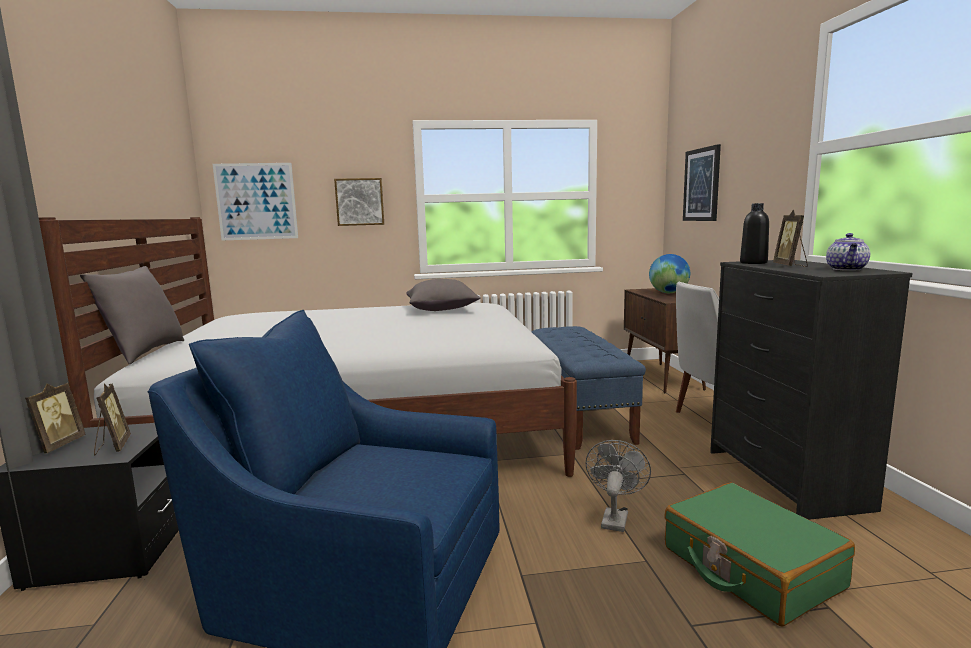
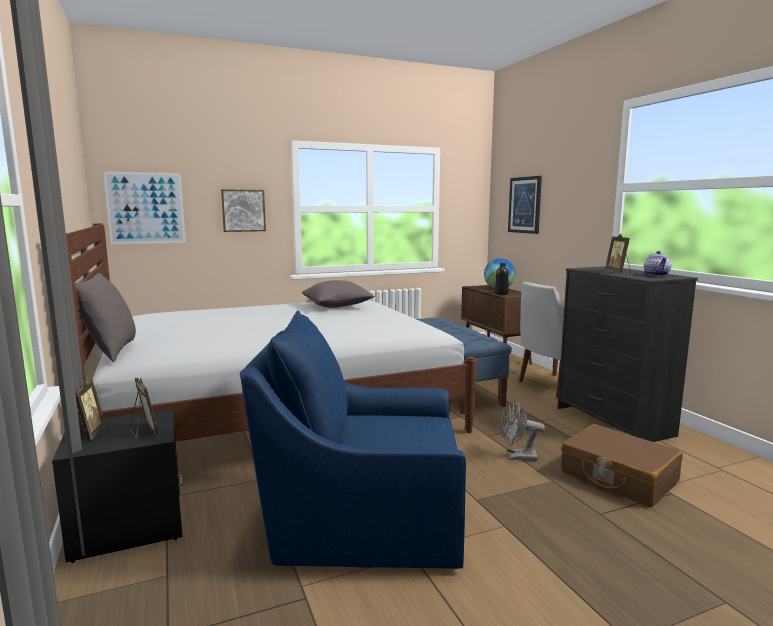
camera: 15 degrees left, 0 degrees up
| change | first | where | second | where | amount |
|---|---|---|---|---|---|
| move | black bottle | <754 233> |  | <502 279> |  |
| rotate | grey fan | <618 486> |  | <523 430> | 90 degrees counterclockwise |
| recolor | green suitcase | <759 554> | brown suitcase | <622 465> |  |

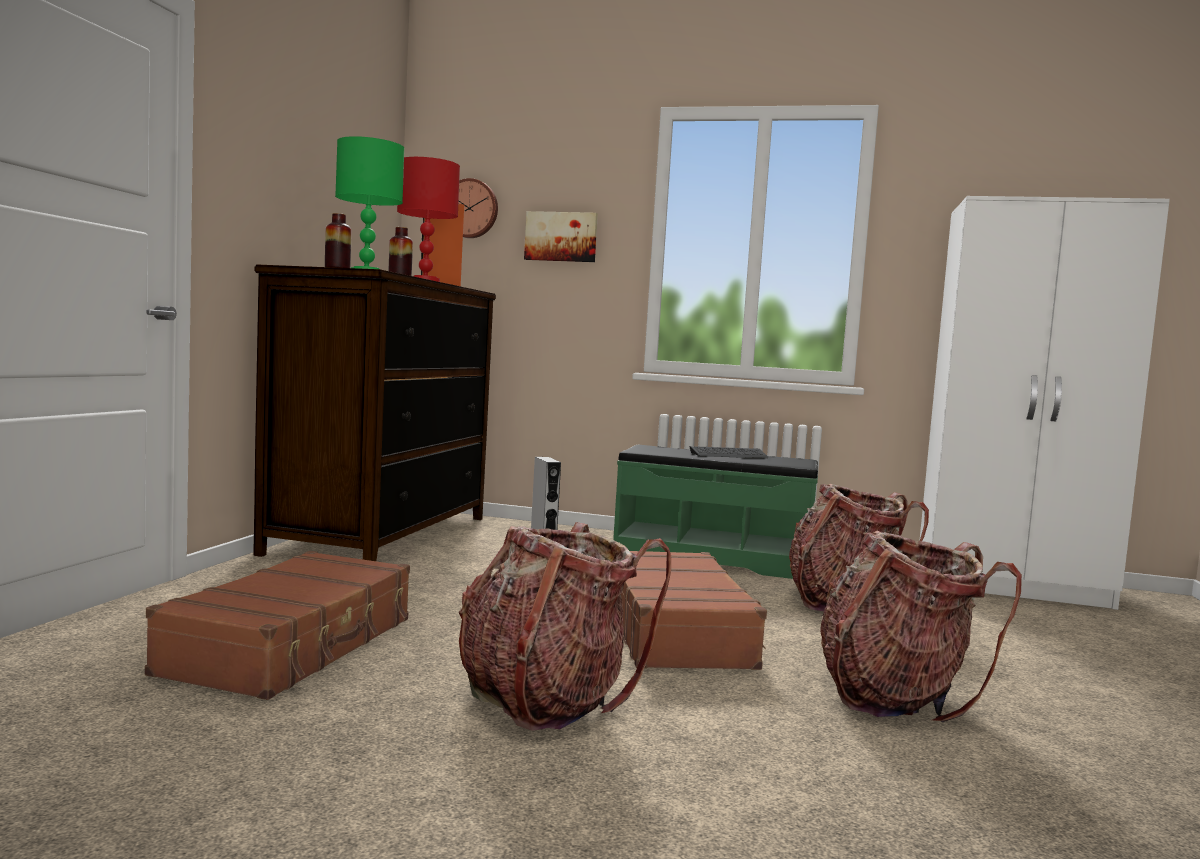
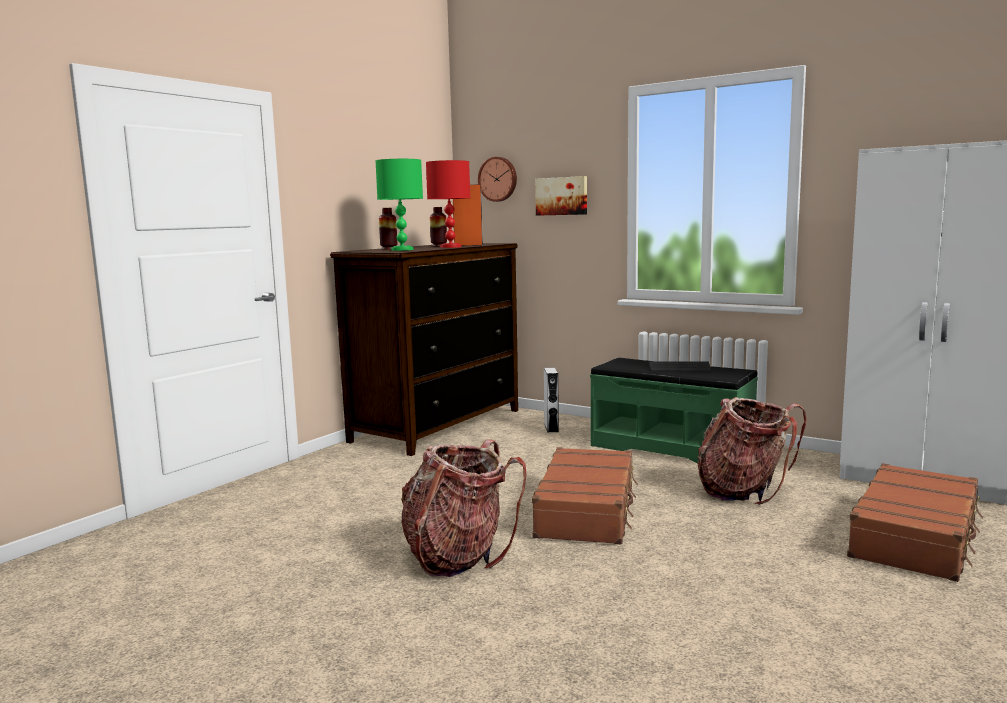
camera: 20 degrees right, 5 degrees up
| change | first | where | second | where | amount |
|---|---|---|---|---|---|
| delete | backpack | <921 627> |  |  |  |
| move | brown suitcase | <277 625> |  | <915 522> |  |

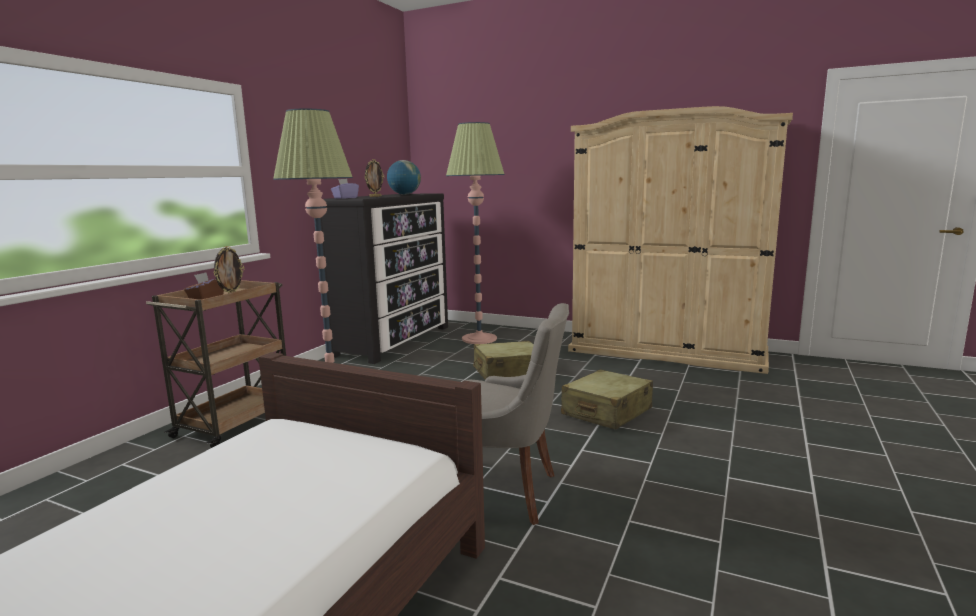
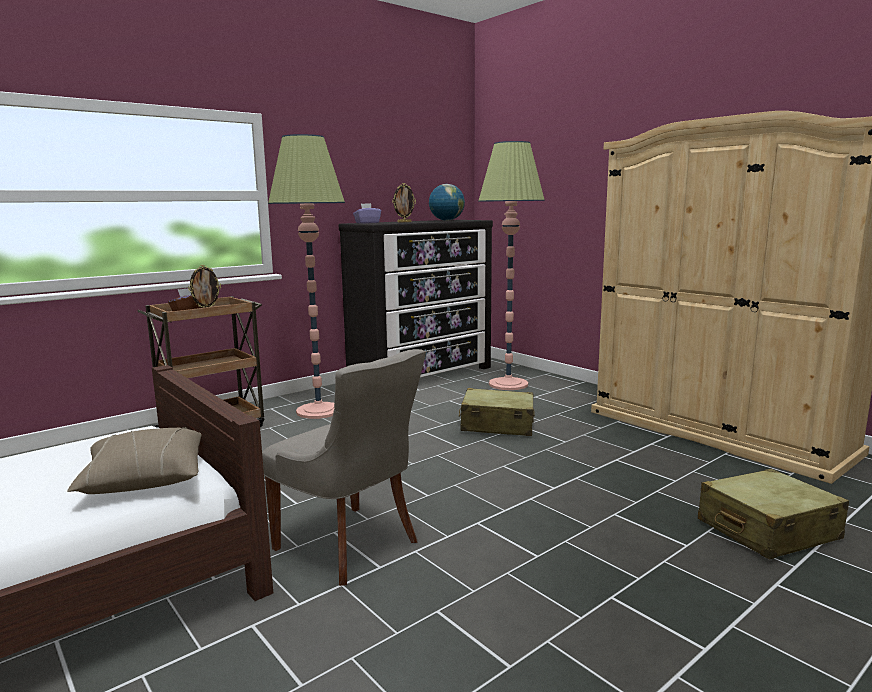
camera: 25 degrees right, 0 degrees up
| change | first | where | second | where | amount |
|---|---|---|---|---|---|
| move | beige suitcase | <607 399> |  | <773 514> |  |
| insert |  |  | beige pillow | <134 460> |  |

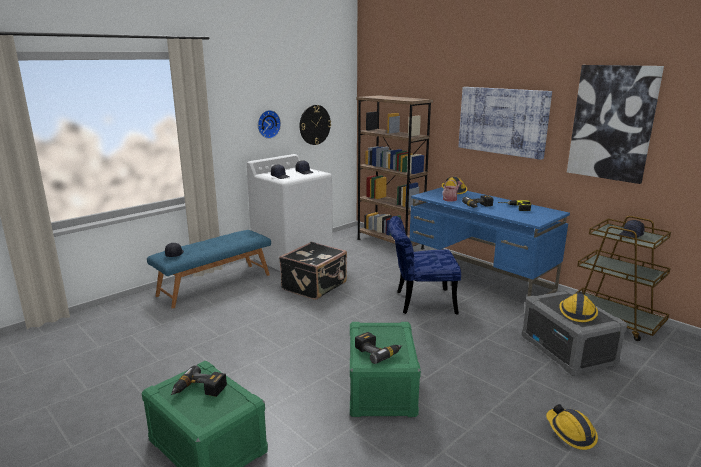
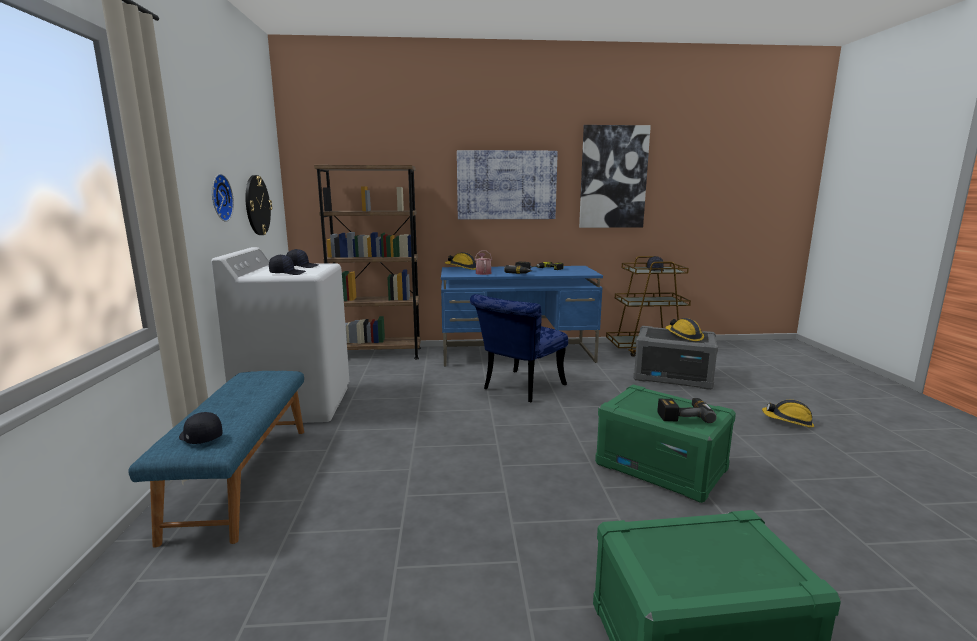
camera: 50 degrees left, 5 degrees down
| change | first | where | second | where | amount |
|---|---|---|---|---|---|
| delete | black suitcase | <313 271> |  |  |  |
| delete | power drill | <199 381> |  |  |  |

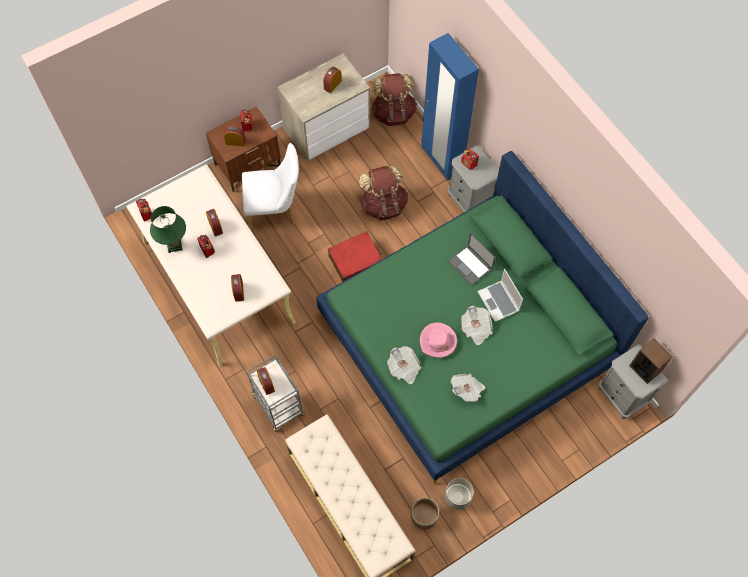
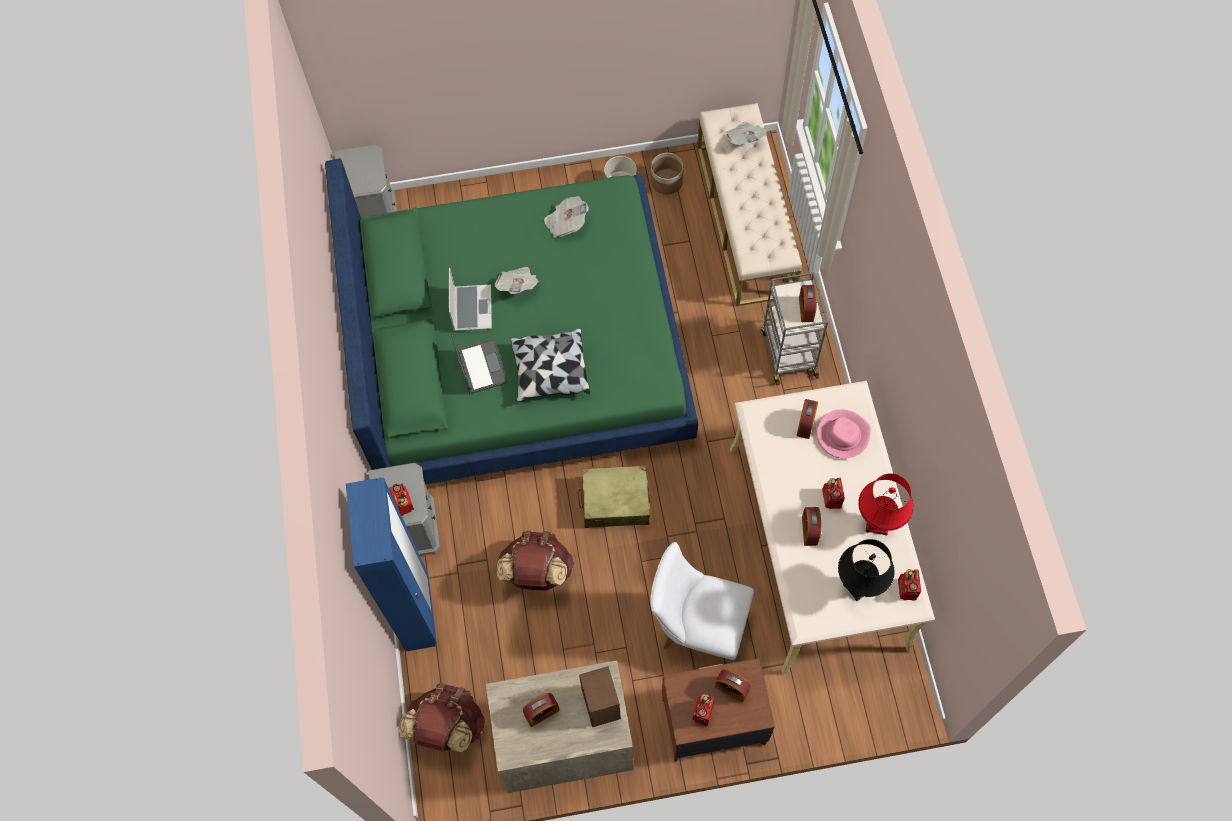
camera: 155 degrees left, 0 degrees up
| change | first | where | second | where | amount |
|---|---|---|---|---|---|
| recolor | green table lamp | <168 229> | red table lamp | <885 504> |  |
| recolor | red suitcase | <355 256> | beige suitcase | <613 496> |  |
| move | pink hat | <438 340> |  | <843 434> |  |
| move | speaker | <650 361> |  | <600 696> |  |
| move | newspaper | <404 365> |  | <746 133> |  |
| insert |  |  | pillow | <550 365> |  |
| insert |  |  | black table lamp | <866 570> |  |

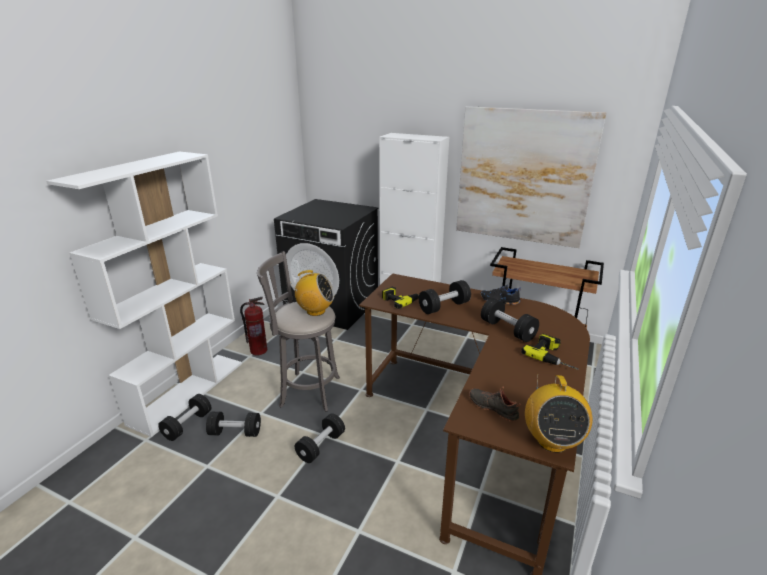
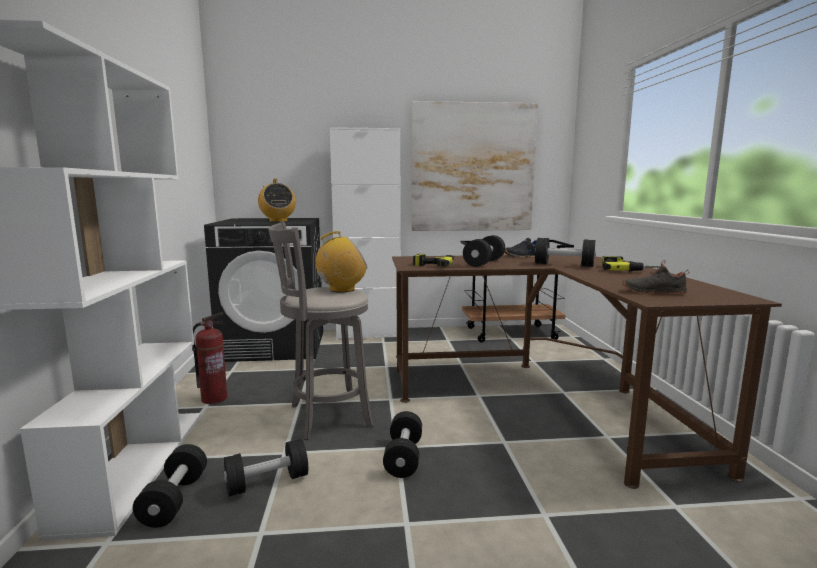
camera: 30 degrees left, 15 degrees down
| change | first | where | second | where | amount |
|---|---|---|---|---|---|
| move | radio | <559 414> |  | <277 200> |  |

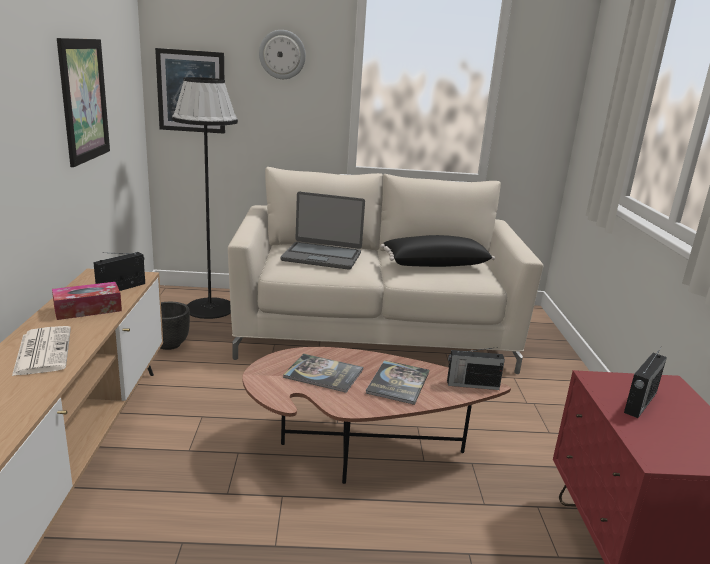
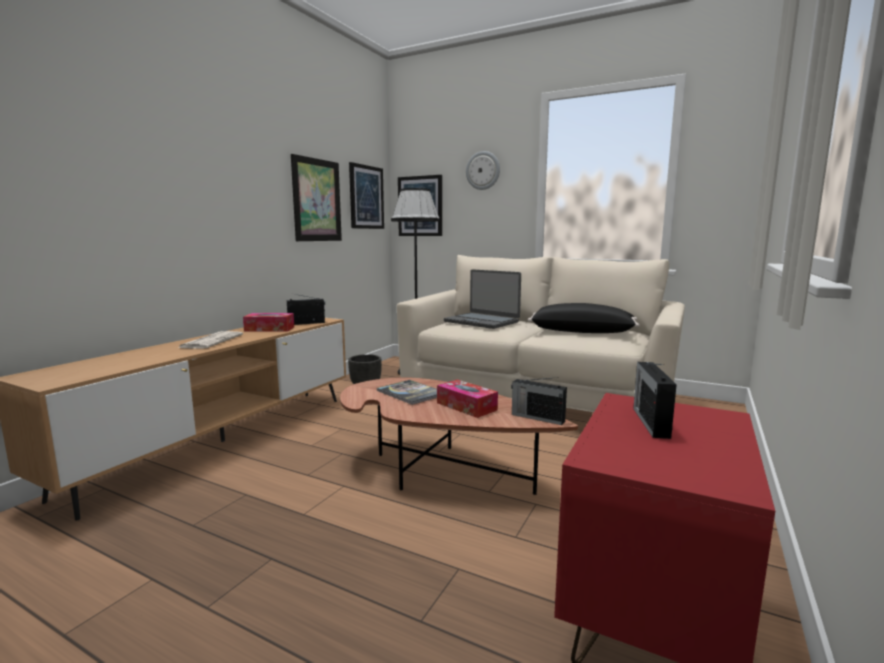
camera: 30 degrees right, 10 degrees down
| change | first | where | second | where | amount |
|---|---|---|---|---|---|
| rotate | radio | <645 383> |  | <655 400> | 120 degrees clockwise |
| replace | book | <397 382> | tissue box | <467 398> |  |
| insert |  |  | picture | <366 195> |  |

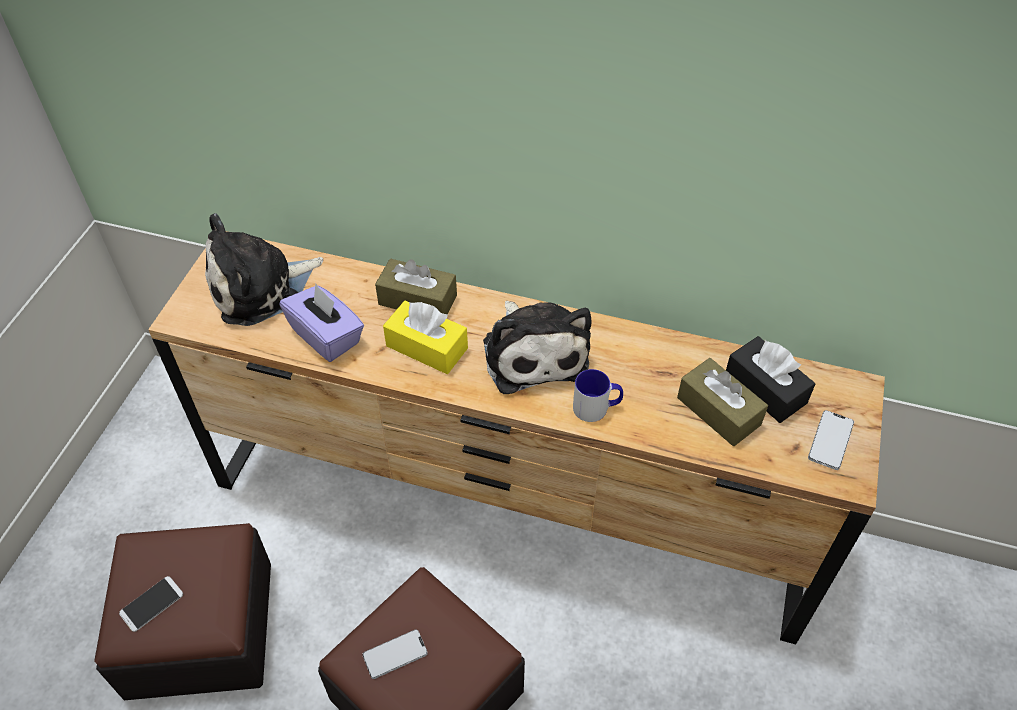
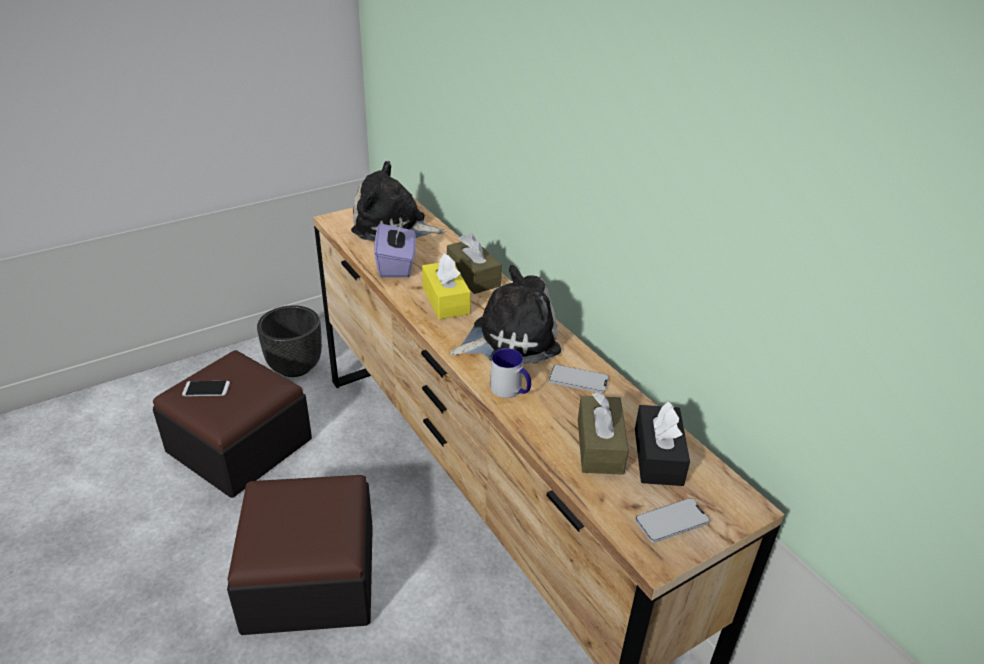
camera: 40 degrees right, 15 degrees down
| change | first | where | second | where | amount |
|---|---|---|---|---|---|
| rotate | plush toy | <537 347> |  | <505 314> | 135 degrees counterclockwise |
| move | phone | <395 654> |  | <579 378> |  |
| insert |  |  | black planter | <289 341> |  |

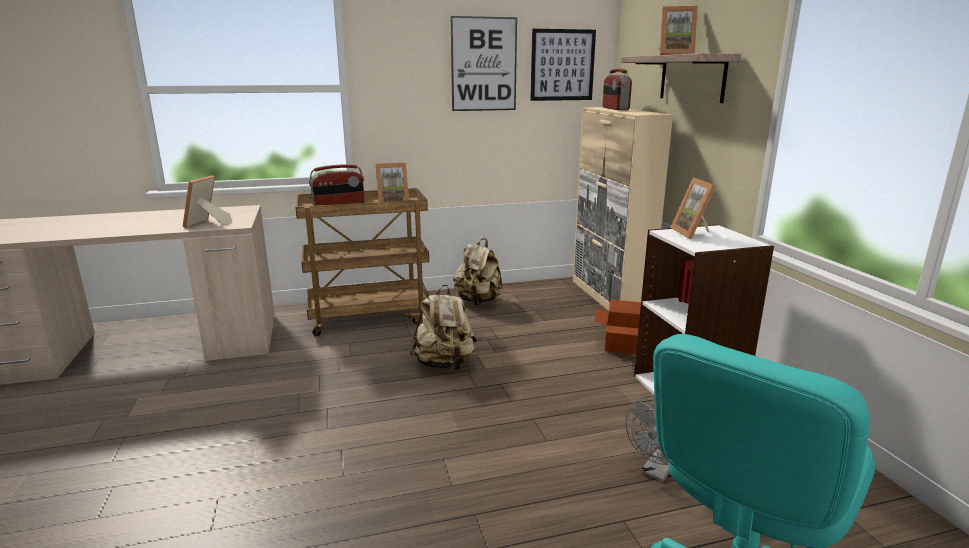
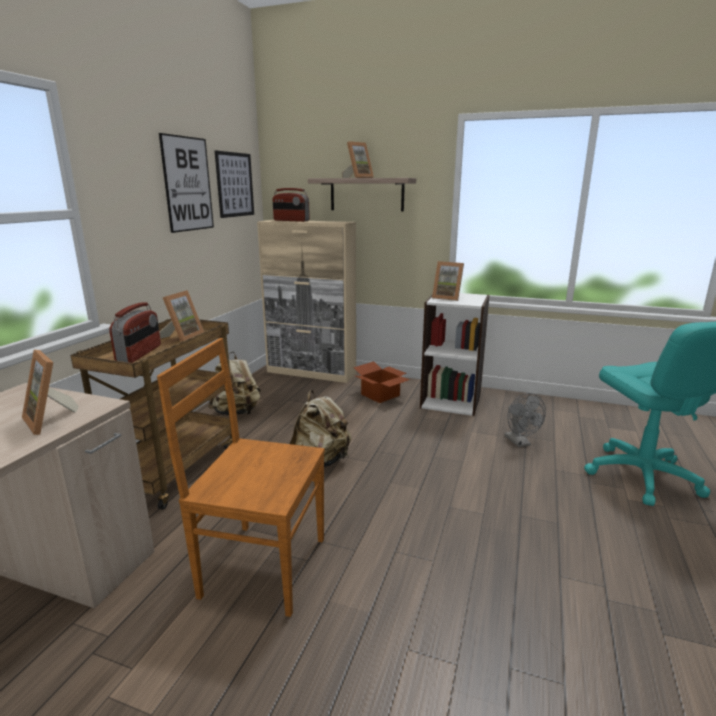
camera: 55 degrees left, 0 degrees up
| change | first | where | second | where | amount |
|---|---|---|---|---|---|
| insert |  |  | brown chair | <241 477> |  |

